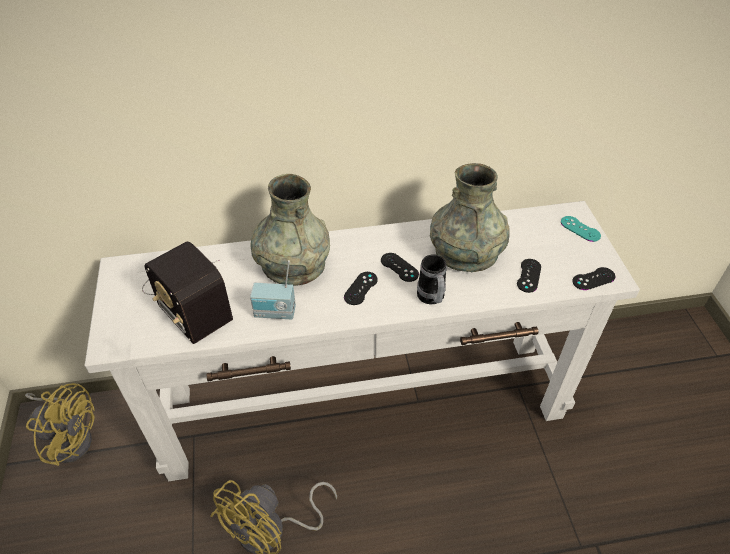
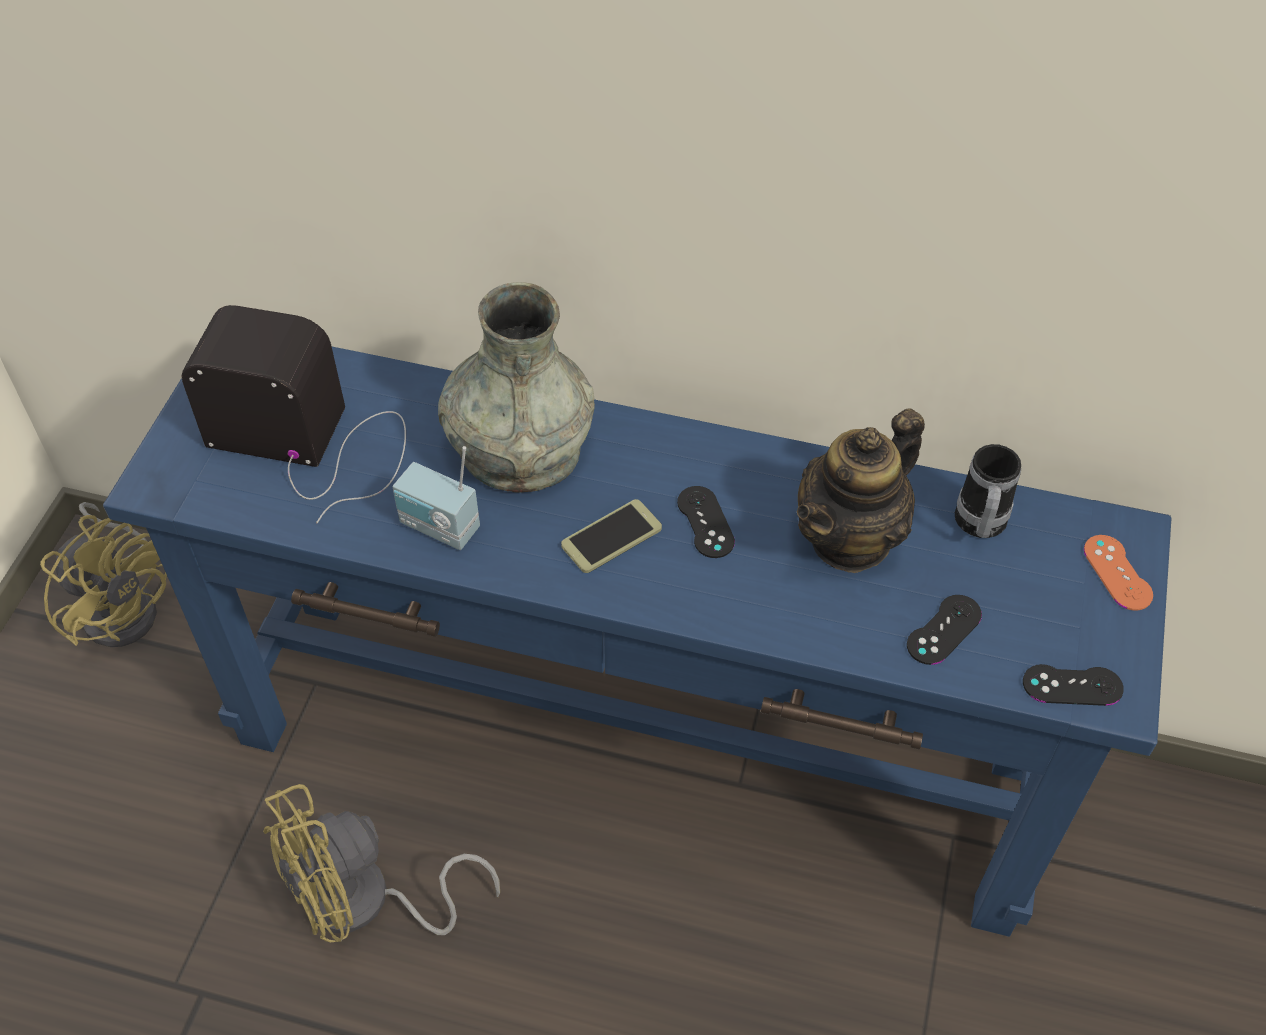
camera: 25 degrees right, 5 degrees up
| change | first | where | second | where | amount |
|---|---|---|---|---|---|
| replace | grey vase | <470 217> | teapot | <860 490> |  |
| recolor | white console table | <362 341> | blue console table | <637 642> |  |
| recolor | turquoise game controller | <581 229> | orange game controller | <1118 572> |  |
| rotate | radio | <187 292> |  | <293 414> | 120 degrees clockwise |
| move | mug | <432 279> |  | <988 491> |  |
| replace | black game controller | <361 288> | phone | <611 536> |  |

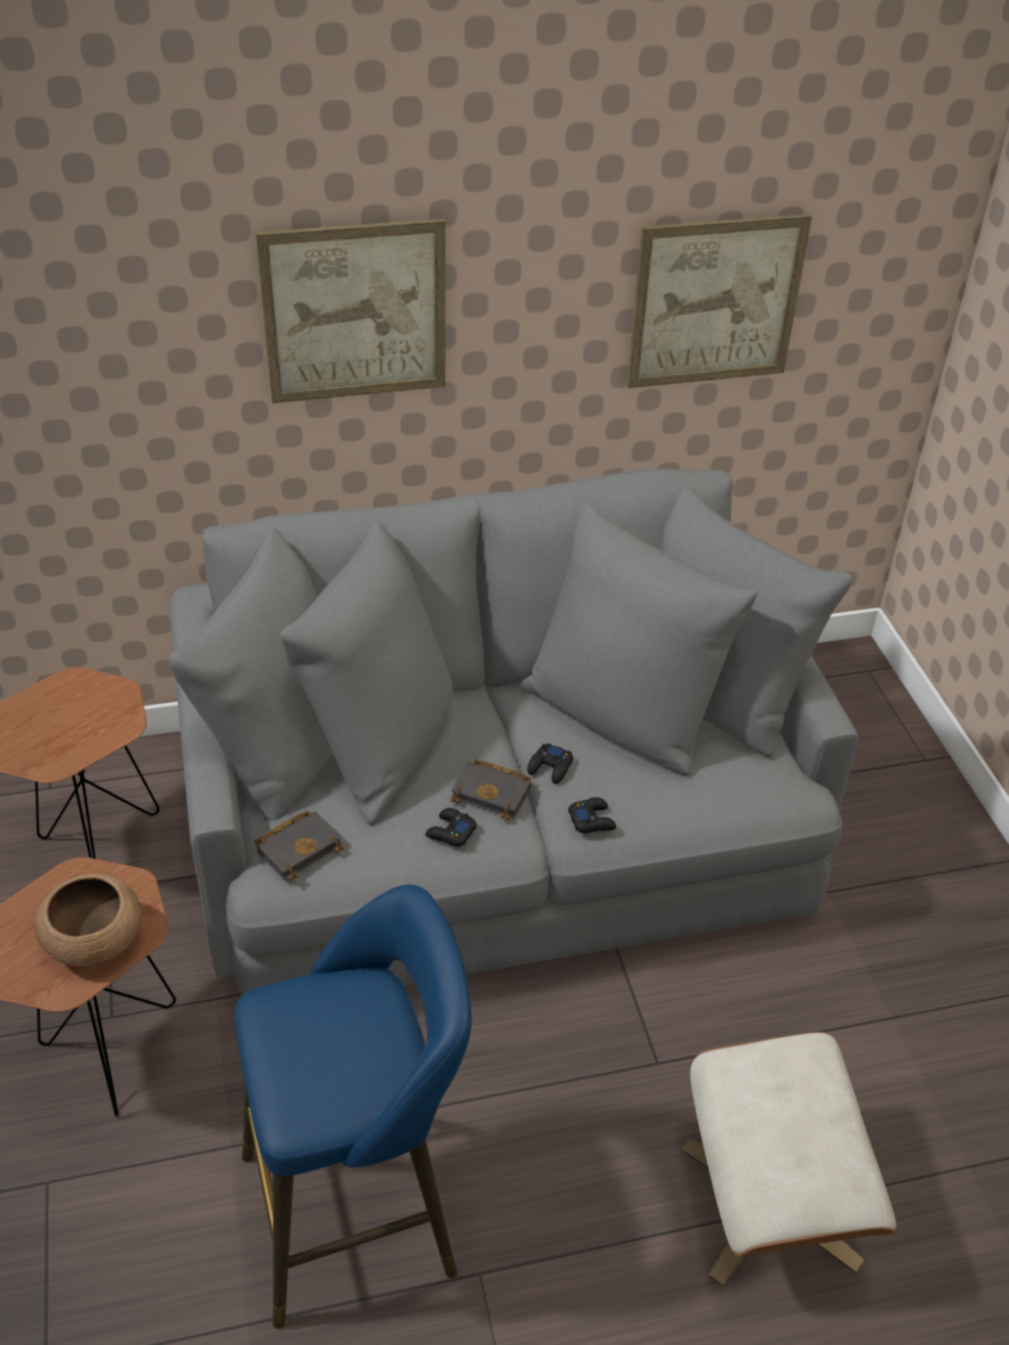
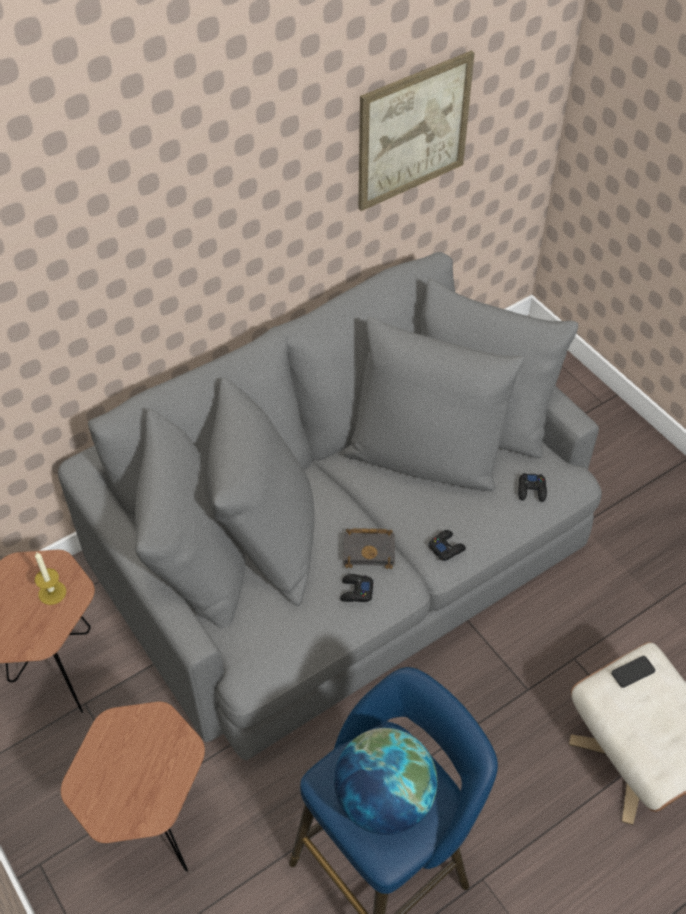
camera: 20 degrees left, 10 degrees up
| change | first | where | second | where | amount |
|---|---|---|---|---|---|
| delete | picture | <350 311> |  |  |  |
| move | black game controller | <550 763> |  | <532 487> |  |
| delete | black book | <299 845> |  |  |  |
| delete | brown bowl | <88 919> |  |  |  |
| insert |  |  | candle | <50 578> |  |
| insert |  |  | phone | <633 672> |  |
| insert |  |  | globe | <386 781> |  |

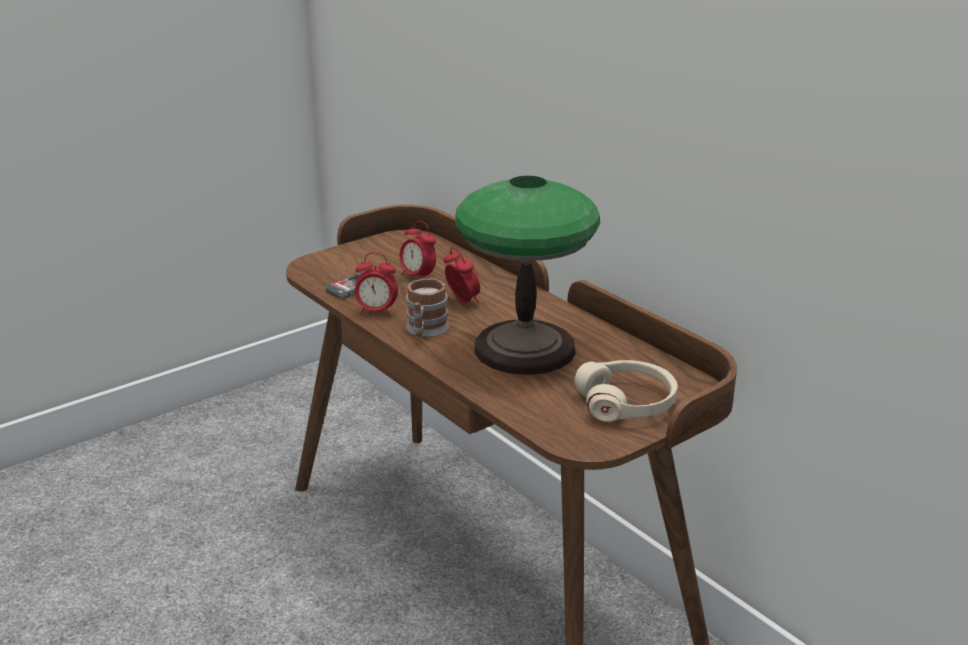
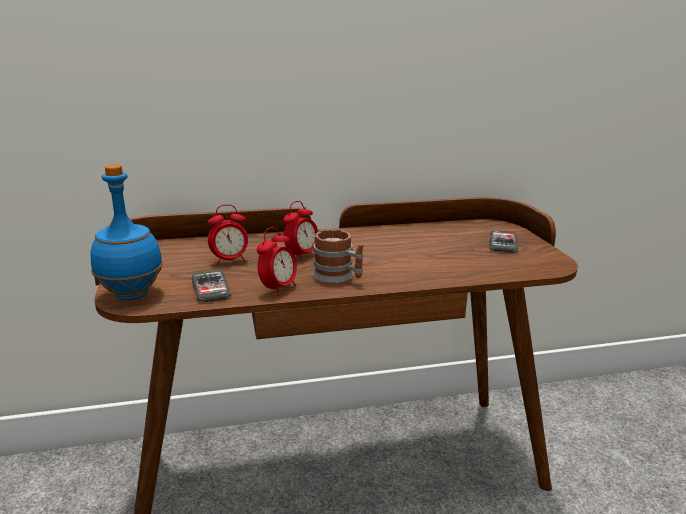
camera: 65 degrees left, 5 degrees down
| change | first | where | second | where | amount |
|---|---|---|---|---|---|
| delete | table lamp | <528 275> |  |  |  |
| rotate | alarm clock | <462 276> |  | <300 231> | 135 degrees clockwise |
| replace | beige headphones | <626 391> | phone | <504 241> |  |
| insert |  |  | blue bottle | <126 232> |  |

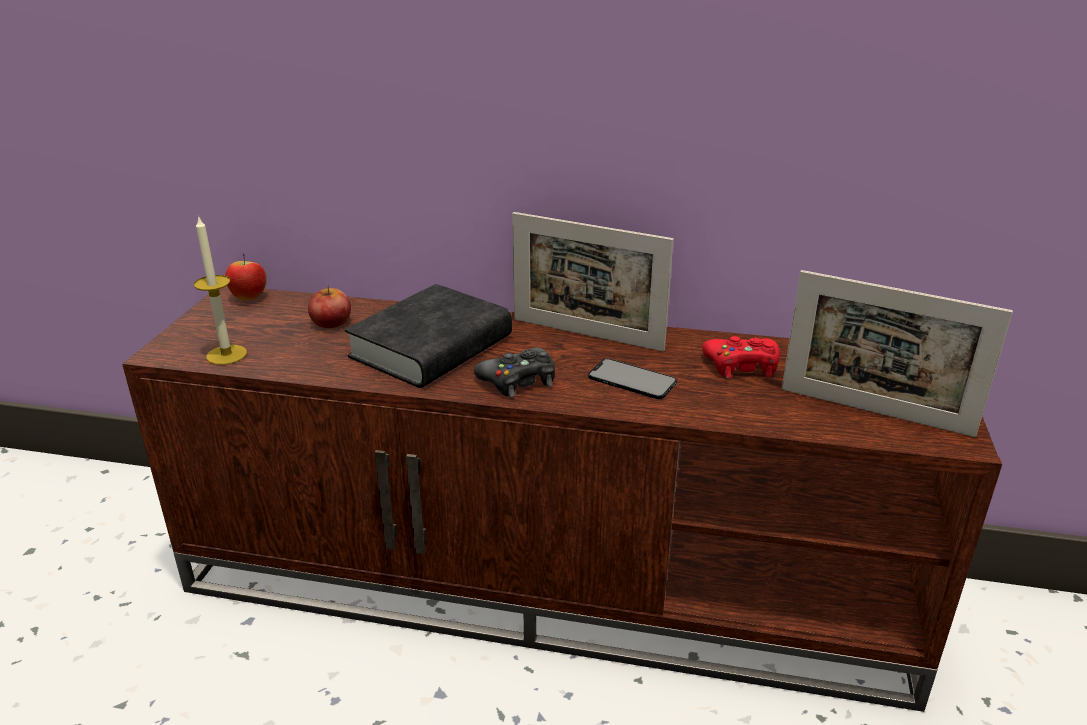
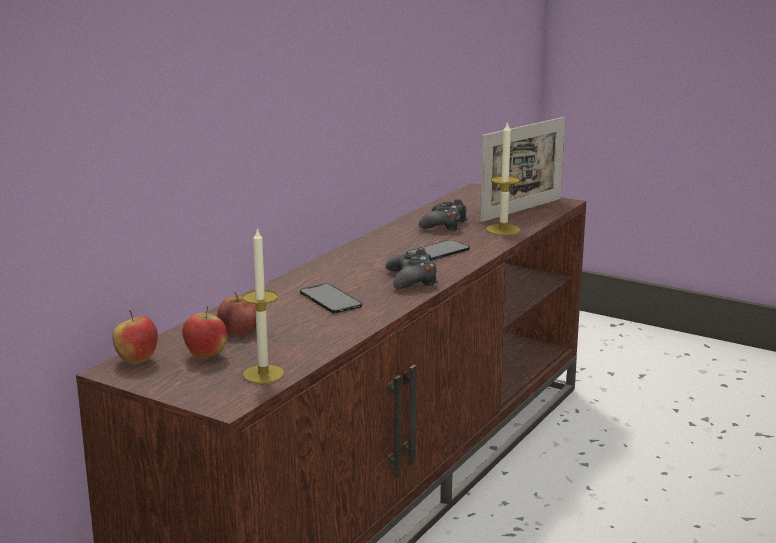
camera: 70 degrees left, 10 degrees down
| change | first | where | second | where | amount |
|---|---|---|---|---|---|
| delete | picture frame | <593 282> |  |  |  |
| replace | black book | <428 336> | phone | <331 298> |  |
| recolor | red game controller | <741 357> | black game controller | <443 215> |  |
| insert |  |  | candle | <503 178> |  |
| insert |  |  | apple | <204 332> |  |

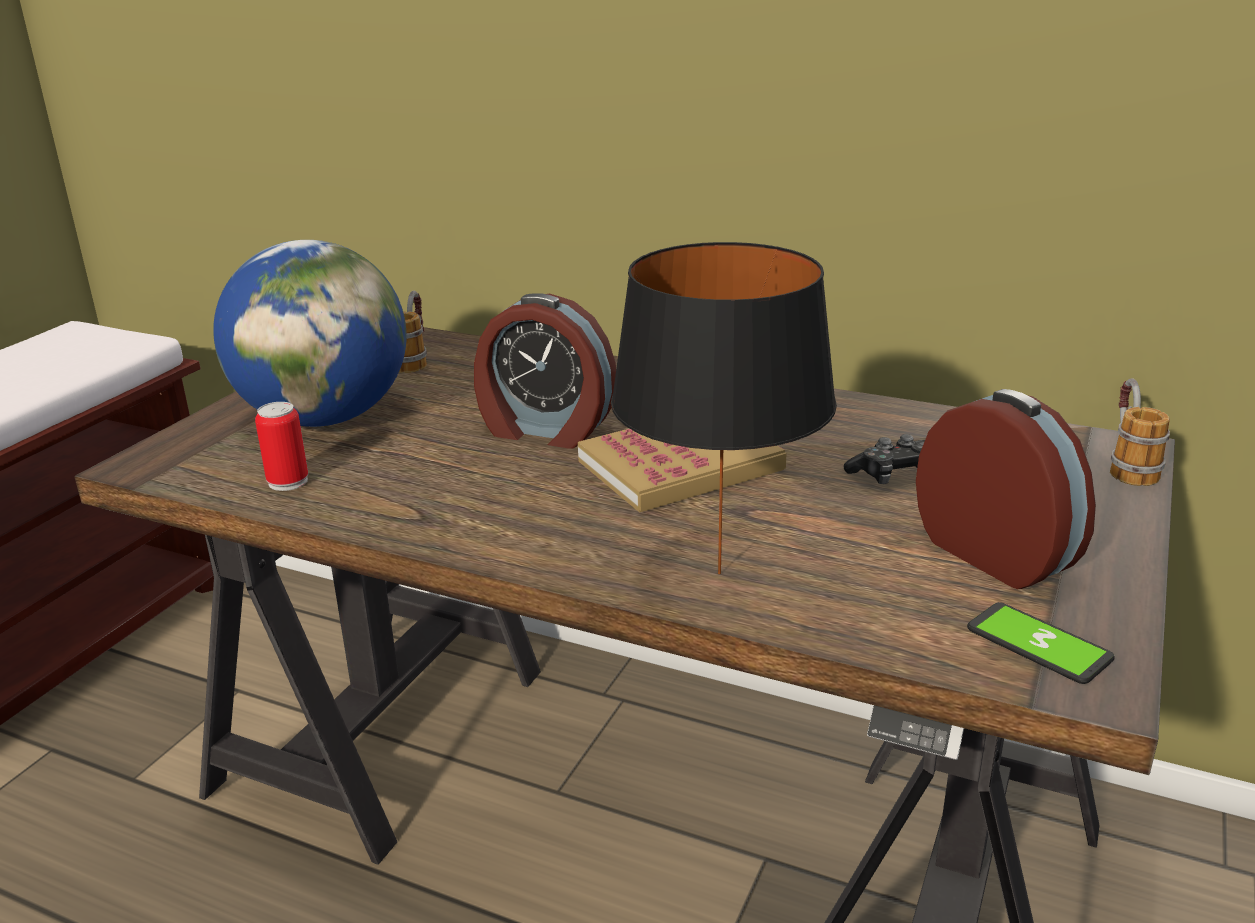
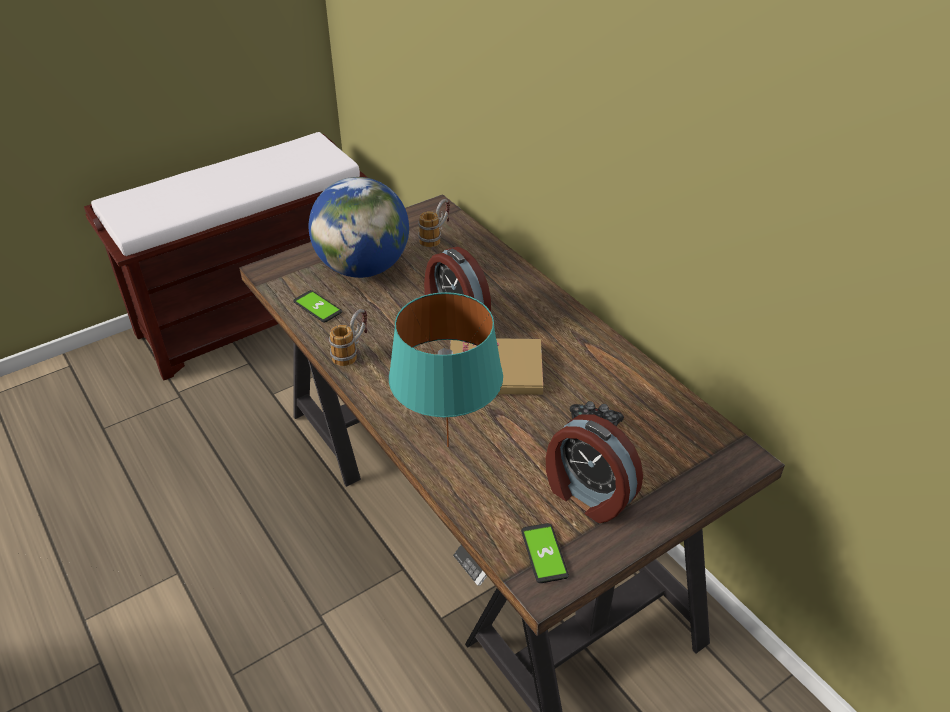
camera: 30 degrees right, 15 degrees up
| change | first | where | second | where | amount |
|---|---|---|---|---|---|
| recolor | black table lamp | <724 408> | turquoise table lamp | <446 369> |  |
| move | mug | <1140 432> |  | <348 337> |  |
| rotate | alarm clock | <1006 489> |  | <594 468> | 135 degrees clockwise |
| replace | can | <281 446> | phone | <317 306> |  |

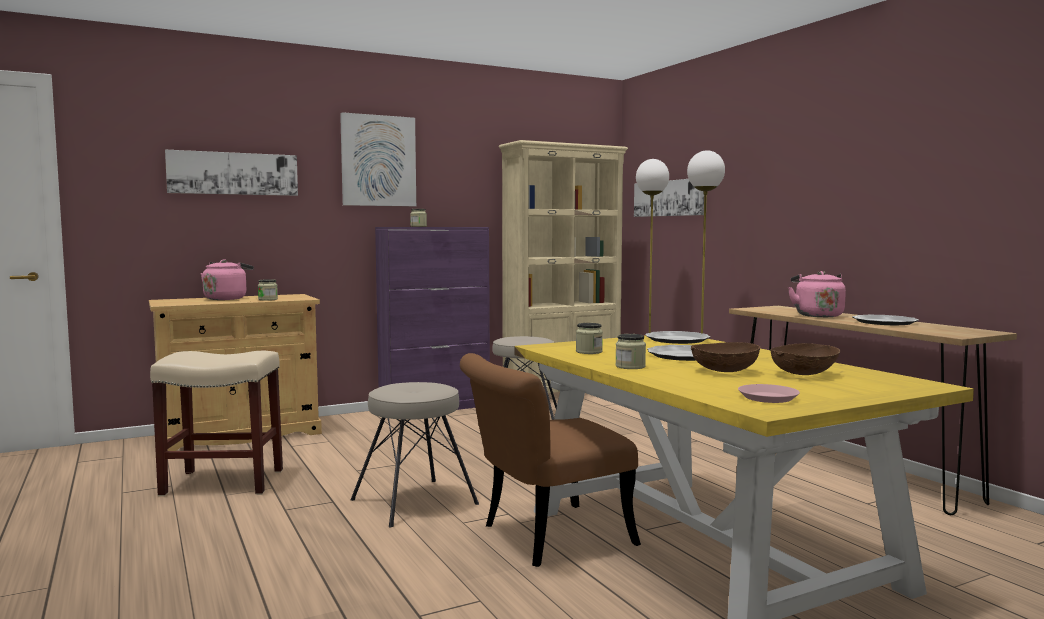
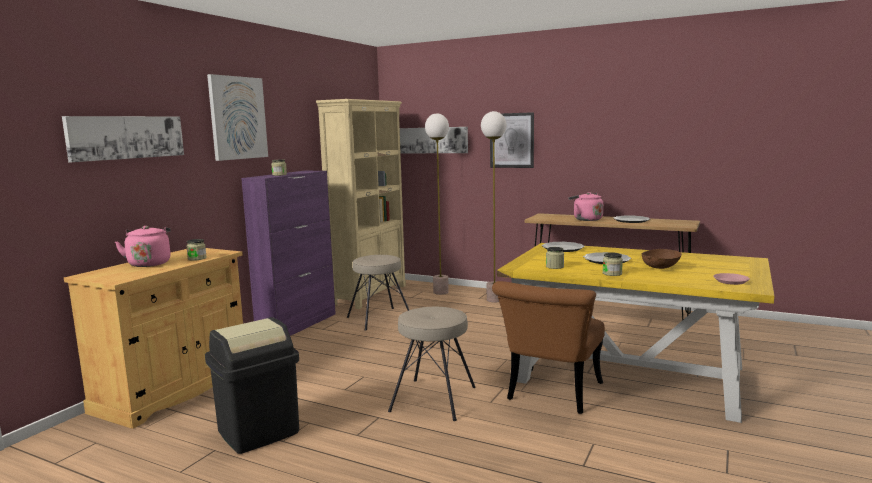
camera: 35 degrees left, 5 degrees up
| change | first | where | second | where | amount |
|---|---|---|---|---|---|
| delete | brown bowl | <805 359> |  |  |  |
| replace | beige stool | <216 423> | black trash can | <252 385> |  |
| insert |  |  | picture | <512 140> |  |

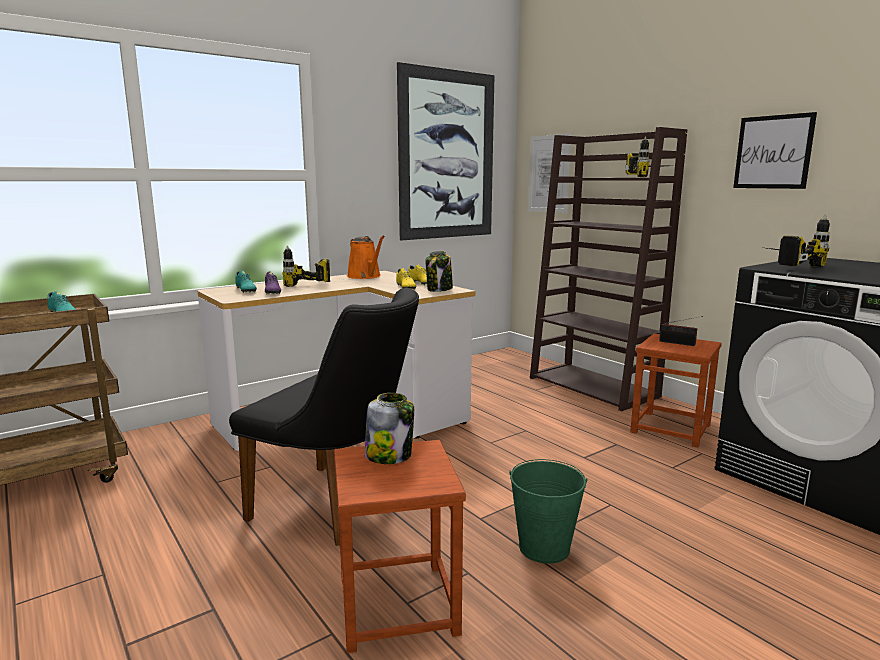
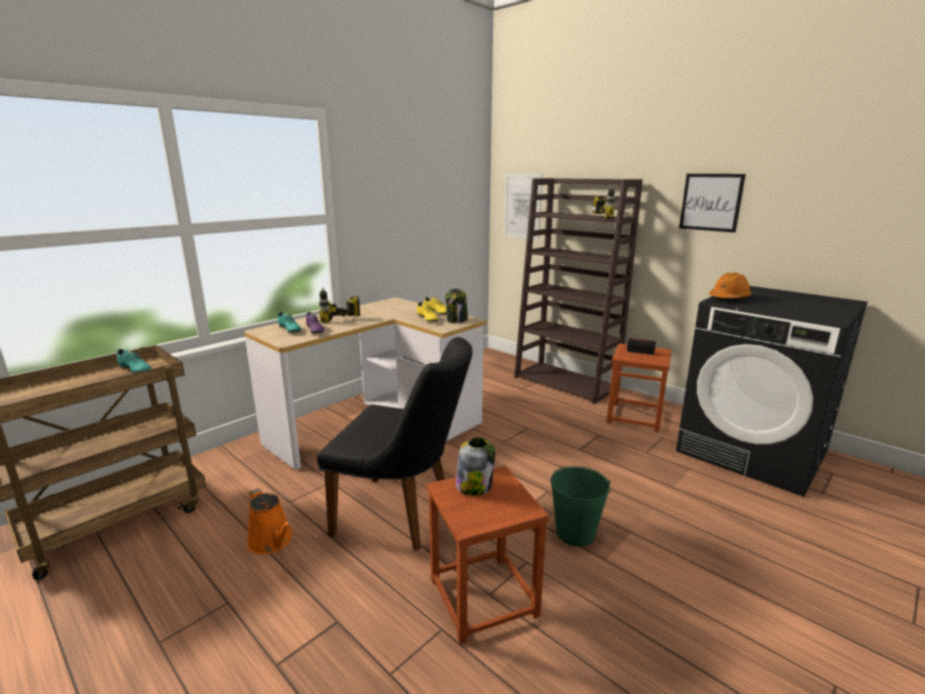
camera: 10 degrees left, 5 degrees up
| change | first | where | second | where | amount |
|---|---|---|---|---|---|
| delete | picture | <445 151> |  |  |  |
| replace | power drill | <798 241> | orange hard hat | <730 285> |  |
| move | orange watering can | <366 257> |  | <270 521> |  |

